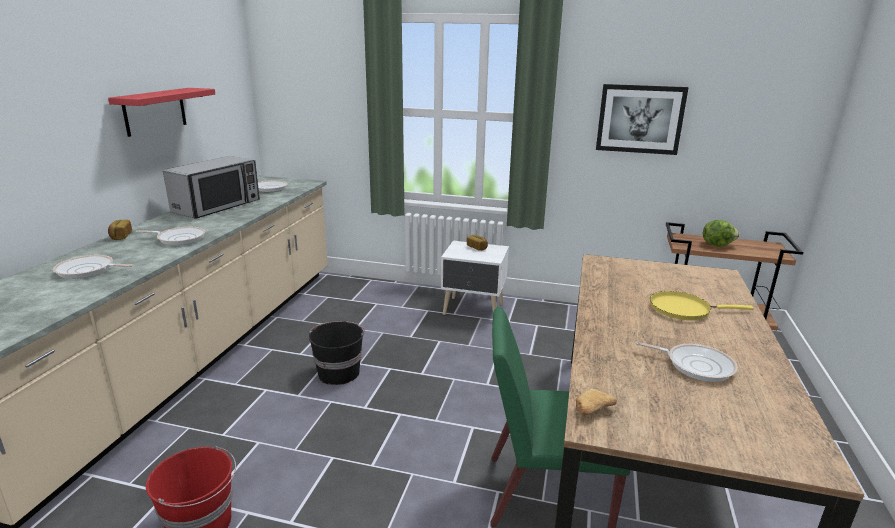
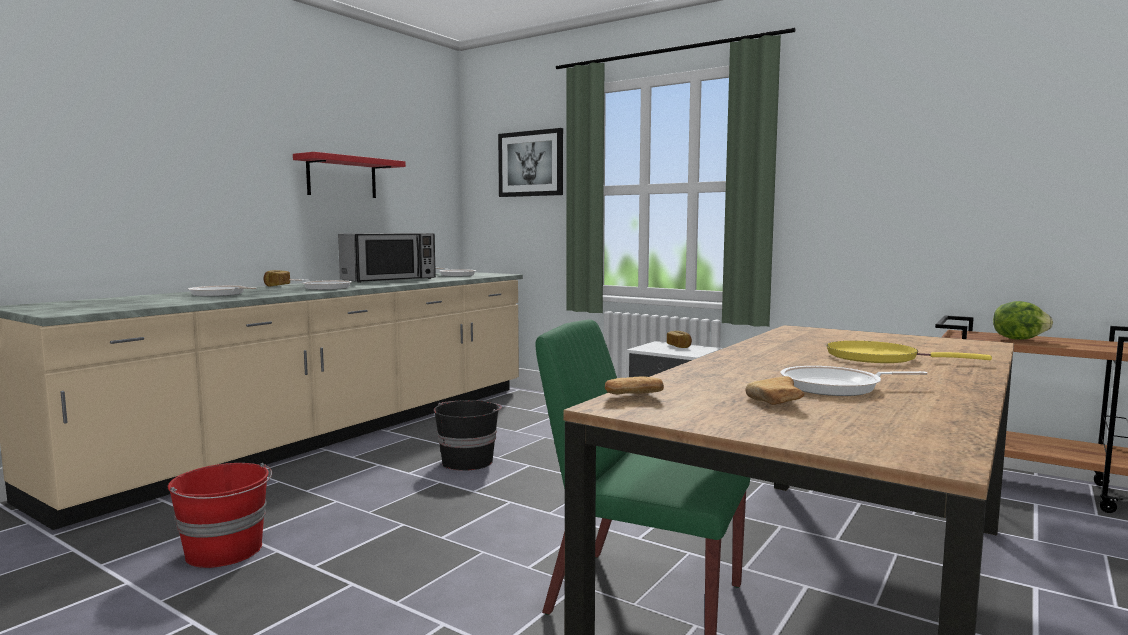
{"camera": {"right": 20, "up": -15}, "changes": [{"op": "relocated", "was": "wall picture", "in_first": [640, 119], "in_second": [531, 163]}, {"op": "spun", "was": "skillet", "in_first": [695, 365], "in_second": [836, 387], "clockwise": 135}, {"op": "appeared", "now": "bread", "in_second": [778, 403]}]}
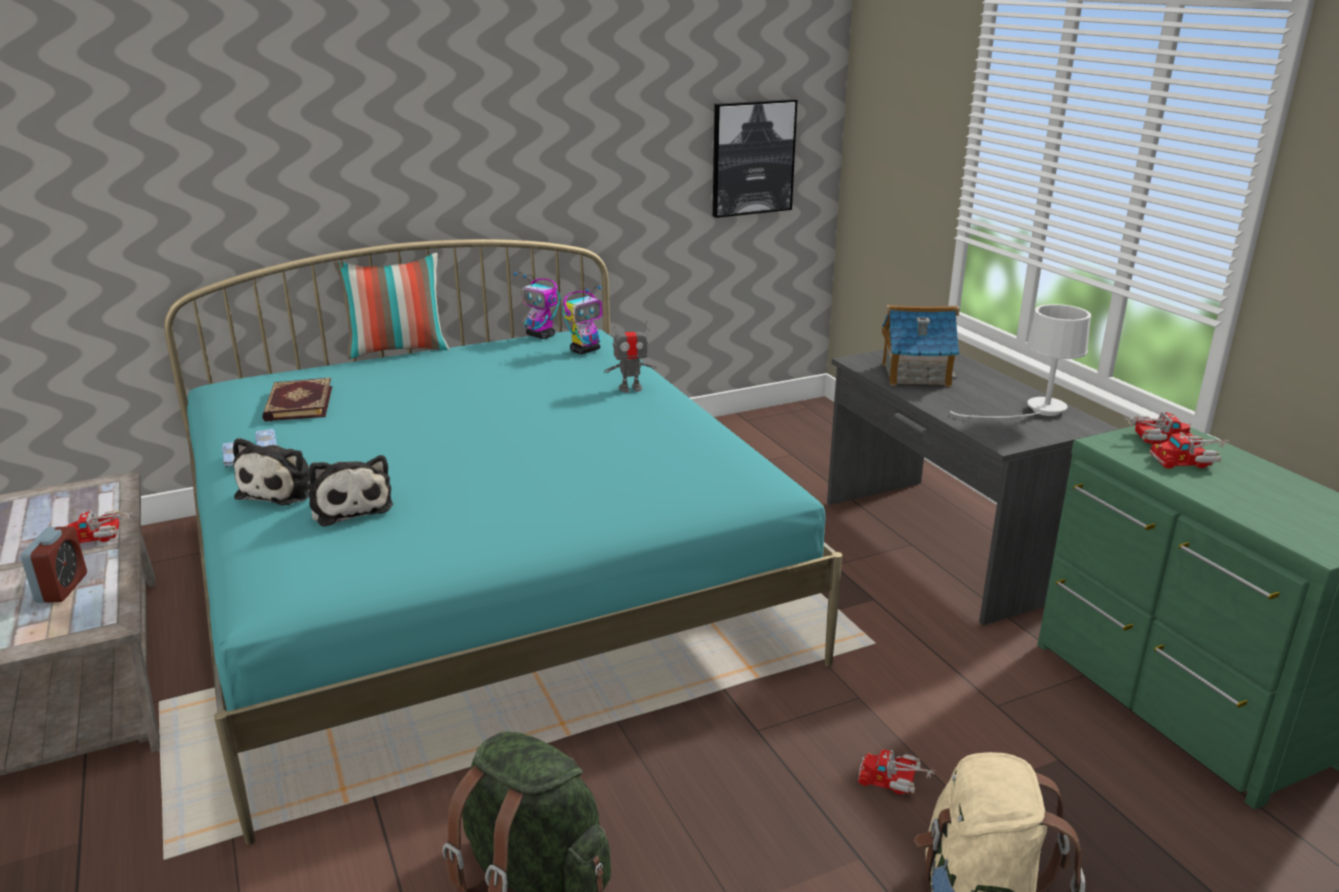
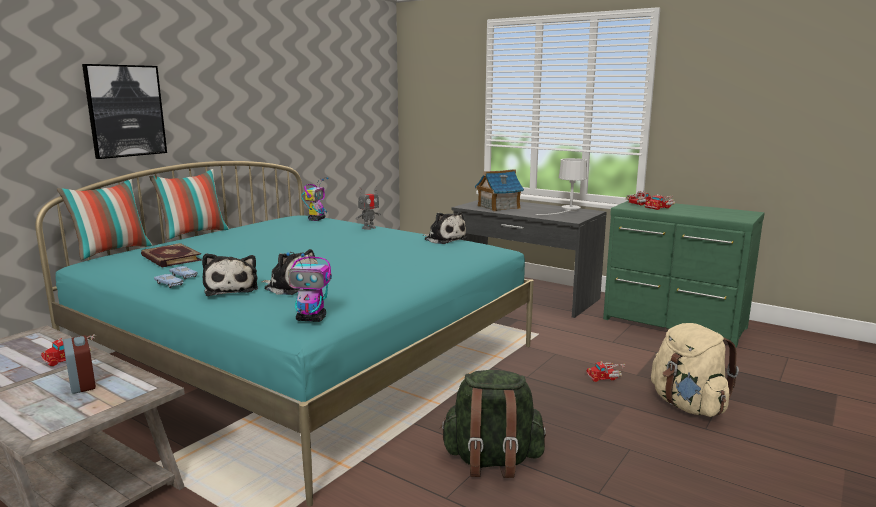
{"camera": {"right": -30, "up": -10}, "changes": [{"op": "relocated", "was": "wall picture", "in_first": [752, 158], "in_second": [125, 111]}, {"op": "relocated", "was": "robot figure", "in_first": [541, 336], "in_second": [312, 319]}, {"op": "appeared", "now": "cushion", "in_second": [112, 251]}, {"op": "appeared", "now": "cuddly toy", "in_second": [444, 239]}]}
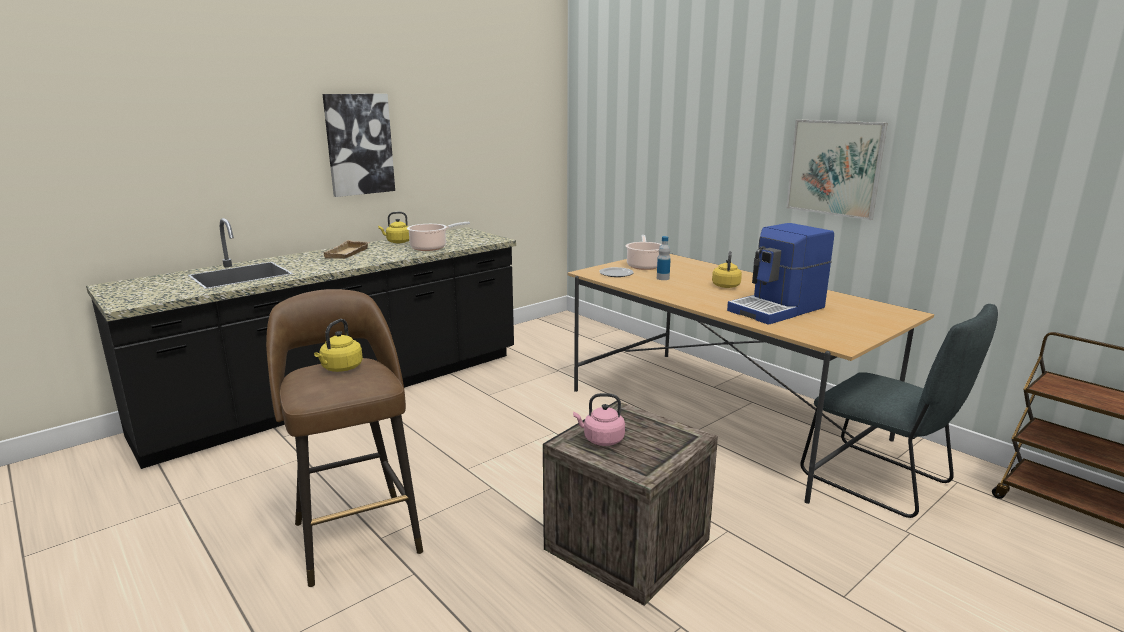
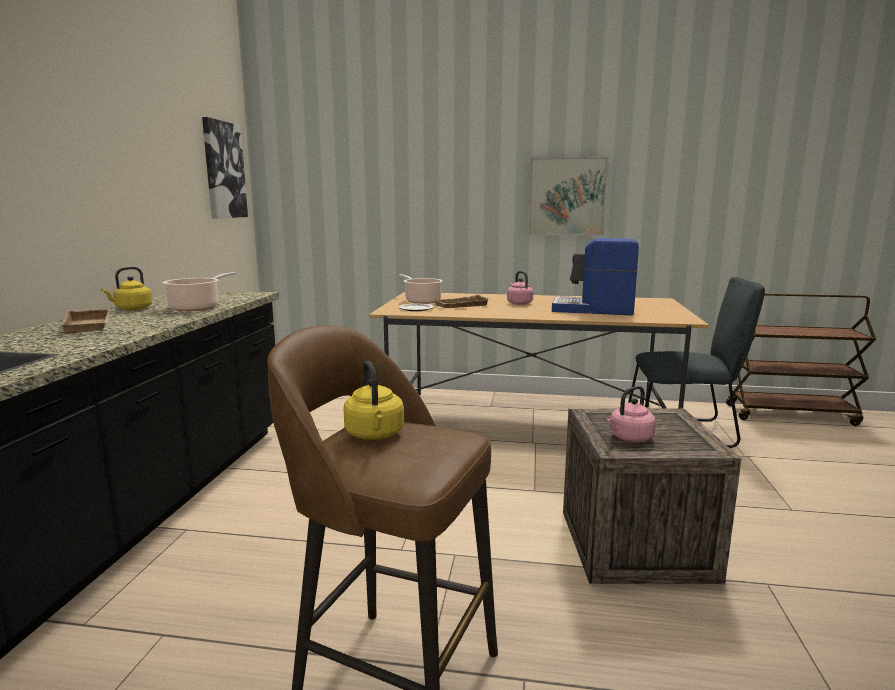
{"camera": {"right": -40, "up": -5}, "changes": [{"op": "relocated", "was": "wall picture", "in_first": [359, 144], "in_second": [223, 170]}, {"op": "spun", "was": "coffee machine", "in_first": [778, 309], "in_second": [593, 310], "clockwise": 90}, {"op": "exchanged", "was": "drink bottle", "now": "carrying tray/beige", "in_first": [663, 278], "in_second": [461, 306]}, {"op": "colour", "was": "kettle/yellow-coloured", "now": "kettle/pink", "in_first": [726, 285], "in_second": [519, 303]}]}
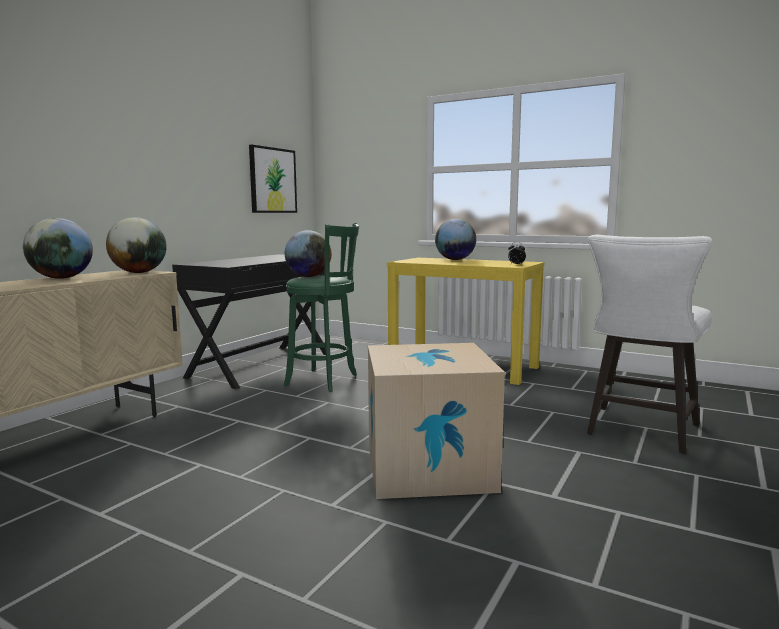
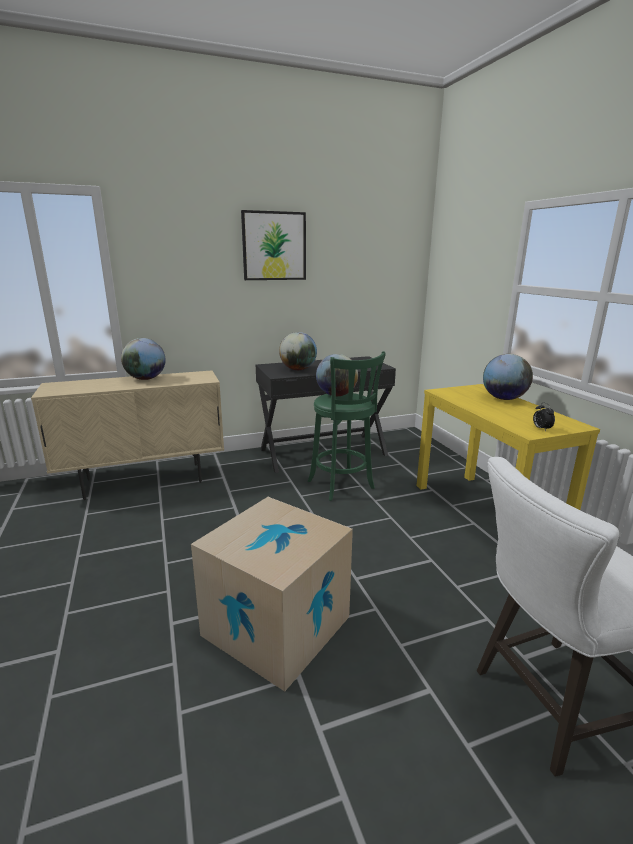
{"camera": {"right": 40, "up": 10}, "changes": [{"op": "relocated", "was": "wall picture", "in_first": [272, 180], "in_second": [274, 246]}, {"op": "relocated", "was": "world globe", "in_first": [139, 272], "in_second": [298, 369]}]}
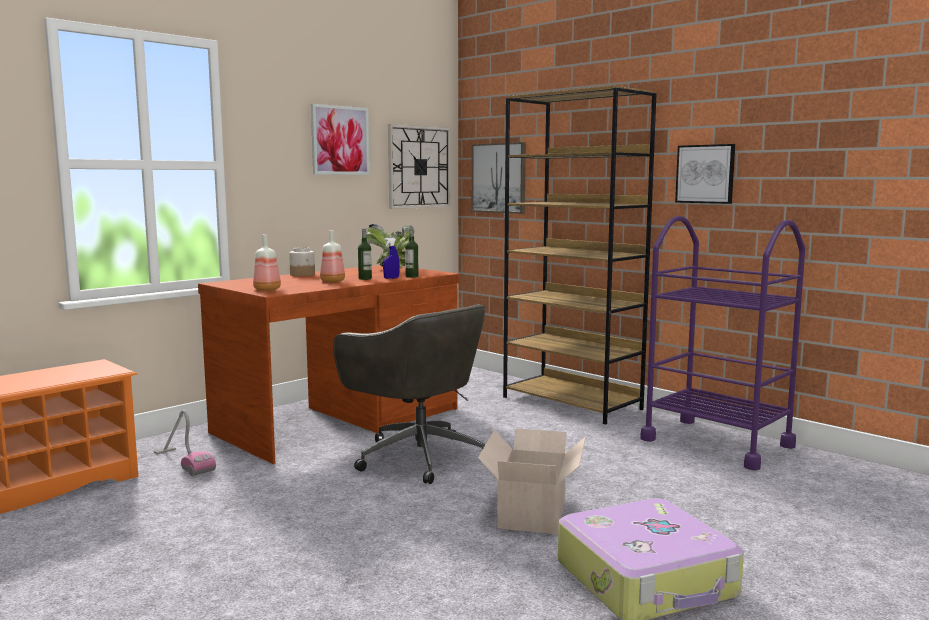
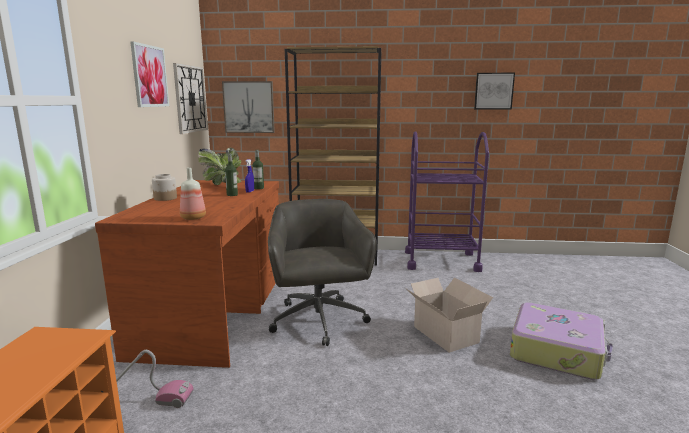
{"camera": {"right": -40, "up": 5}, "changes": [{"op": "relocated", "was": "wall picture", "in_first": [705, 174], "in_second": [493, 91]}, {"op": "missing", "was": "drink bottle", "in_first": [332, 281]}, {"op": "spun", "was": "office chair/greyish", "in_first": [417, 456], "in_second": [319, 322], "clockwise": -105}]}
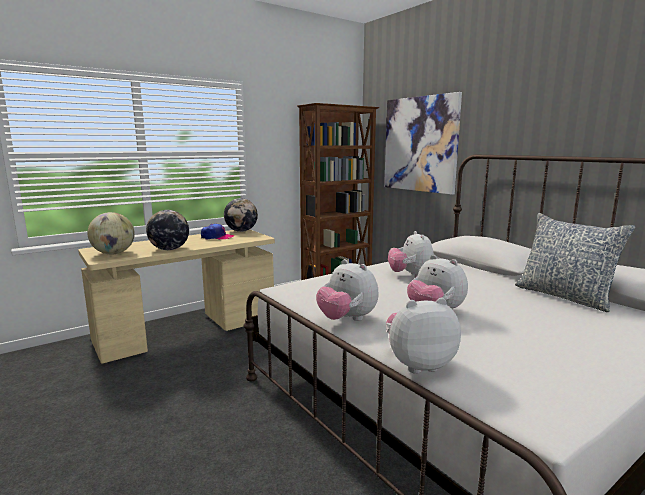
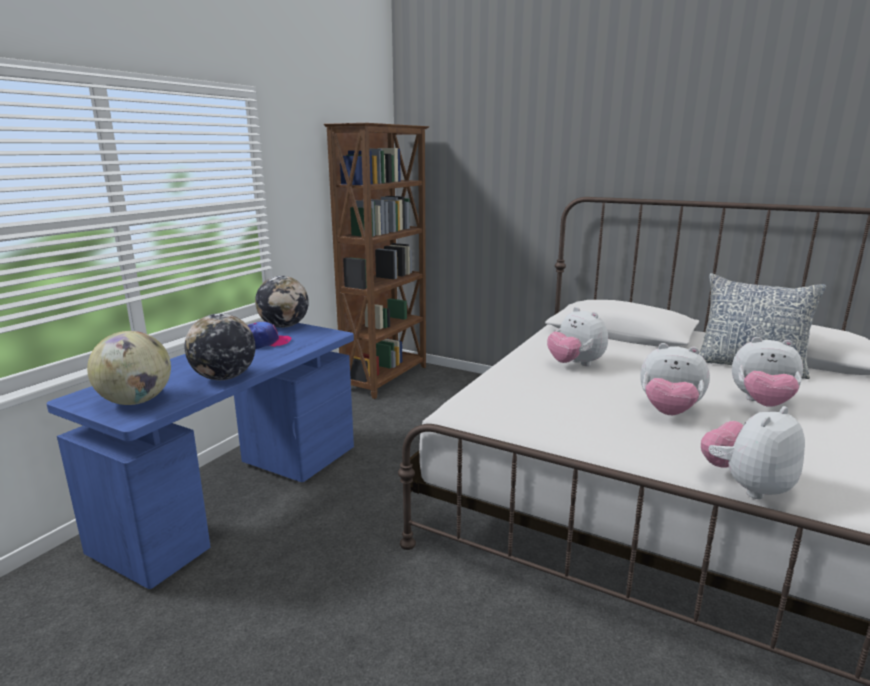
{"camera": {"right": -25, "up": 5}, "changes": [{"op": "missing", "was": "wall picture", "in_first": [420, 144]}, {"op": "colour", "was": "desk/beige", "now": "desk/blue", "in_first": [188, 331], "in_second": [239, 496]}, {"op": "relocated", "was": "cuddly toy", "in_first": [347, 319], "in_second": [761, 403]}]}
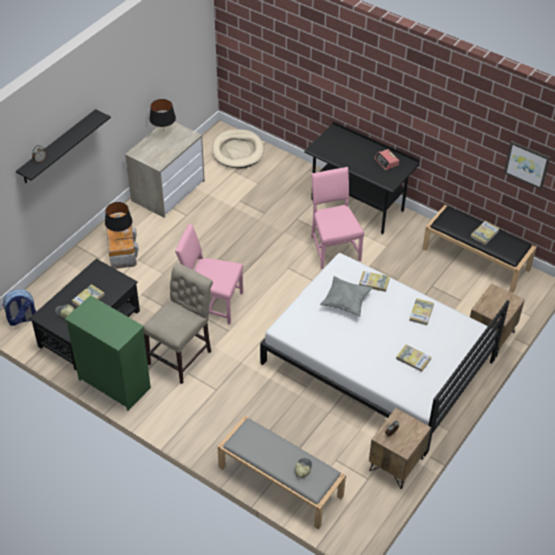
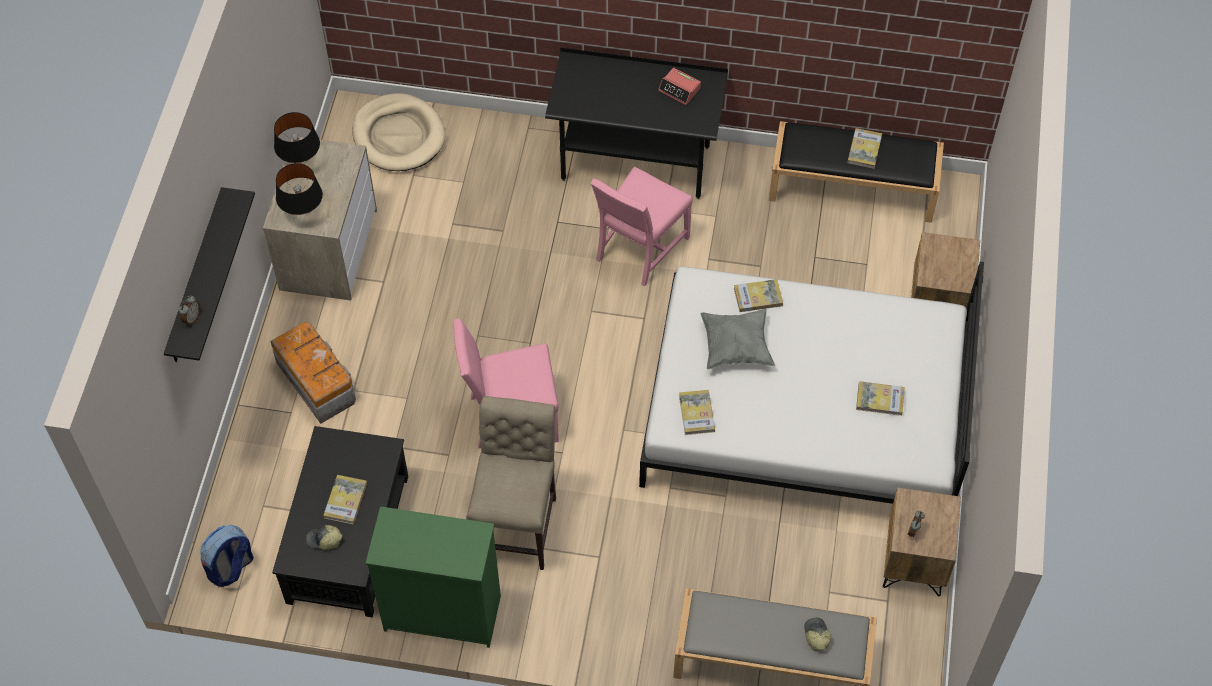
{"camera": {"right": -25, "up": 10}, "changes": [{"op": "missing", "was": "wall picture", "in_first": [527, 164]}, {"op": "spun", "was": "plain chair/pink", "in_first": [333, 247], "in_second": [639, 249], "clockwise": -105}, {"op": "relocated", "was": "lamp for a table/black", "in_first": [120, 234], "in_second": [303, 214]}, {"op": "relocated", "was": "book", "in_first": [421, 313], "in_second": [696, 413]}]}
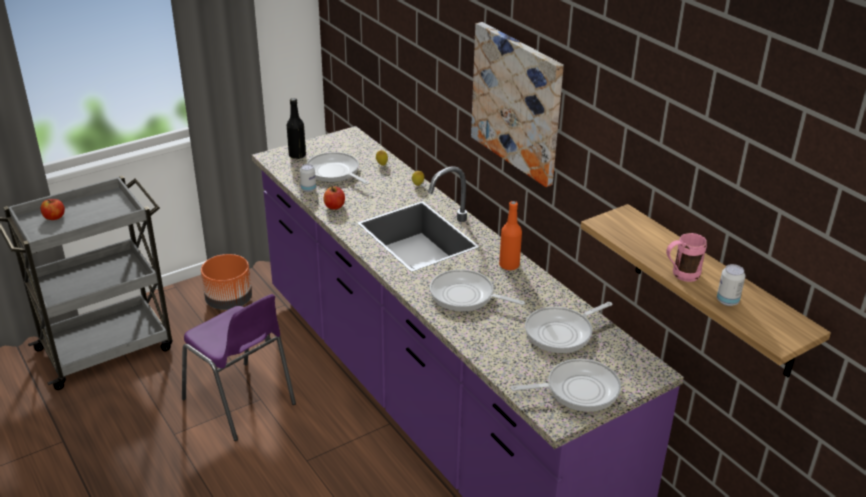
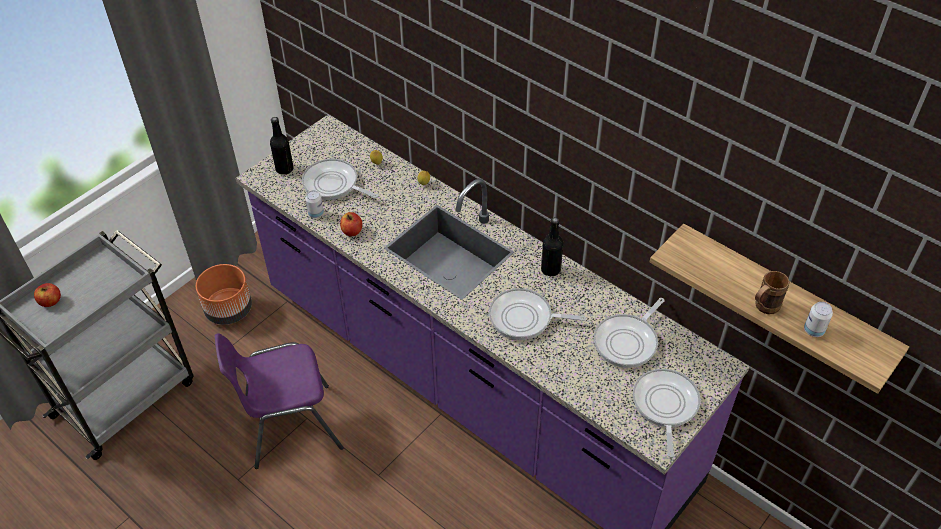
{"camera": {"right": -15, "up": 15}, "changes": [{"op": "missing", "was": "wall picture", "in_first": [517, 102]}, {"op": "colour", "was": "drink bottle/orange", "now": "drink bottle/black", "in_first": [509, 265], "in_second": [550, 269]}, {"op": "colour", "was": "mug/pink", "now": "mug/brown-coloured", "in_first": [680, 275], "in_second": [763, 308]}, {"op": "spun", "was": "plain chair/purple", "in_first": [241, 403], "in_second": [290, 427], "clockwise": 135}, {"op": "spun", "was": "skillet", "in_first": [577, 390], "in_second": [665, 405], "clockwise": -60}]}
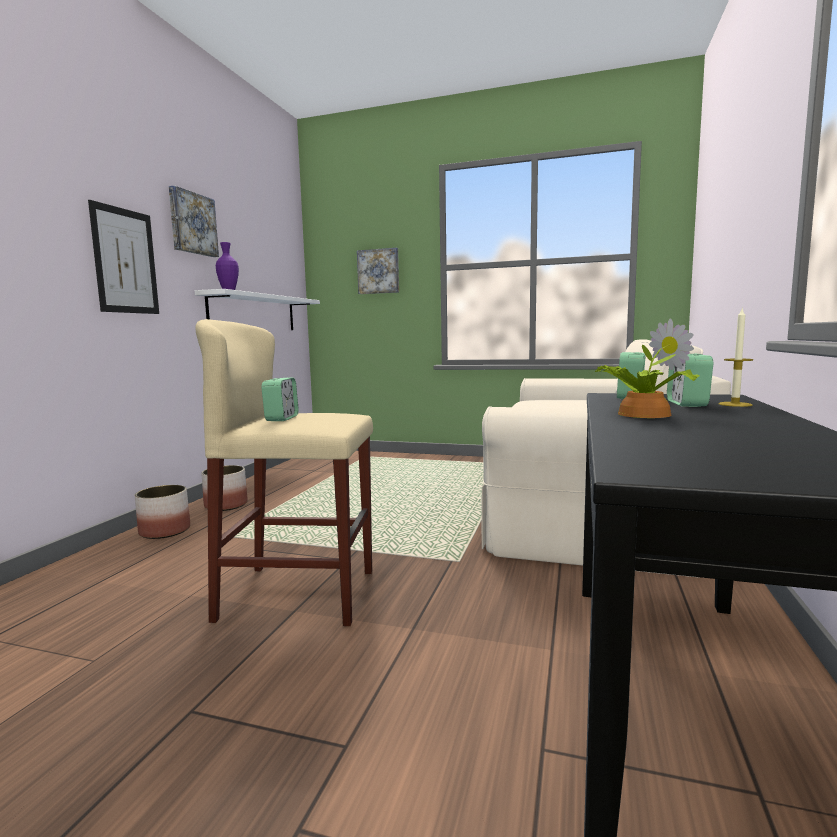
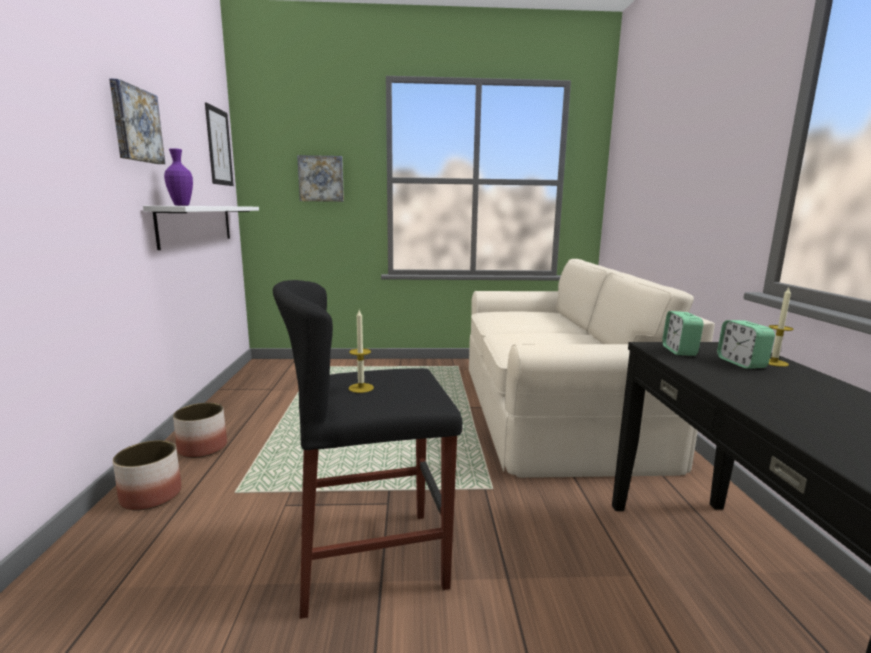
{"camera": {"right": -20, "up": 5}, "changes": [{"op": "relocated", "was": "wall picture", "in_first": [125, 261], "in_second": [219, 147]}, {"op": "missing", "was": "potted plant", "in_first": [640, 414]}, {"op": "colour", "was": "stool/beige", "now": "stool/black", "in_first": [299, 594], "in_second": [370, 558]}, {"op": "exchanged", "was": "bedside clock", "now": "wax candle", "in_first": [281, 418], "in_second": [361, 388]}]}
